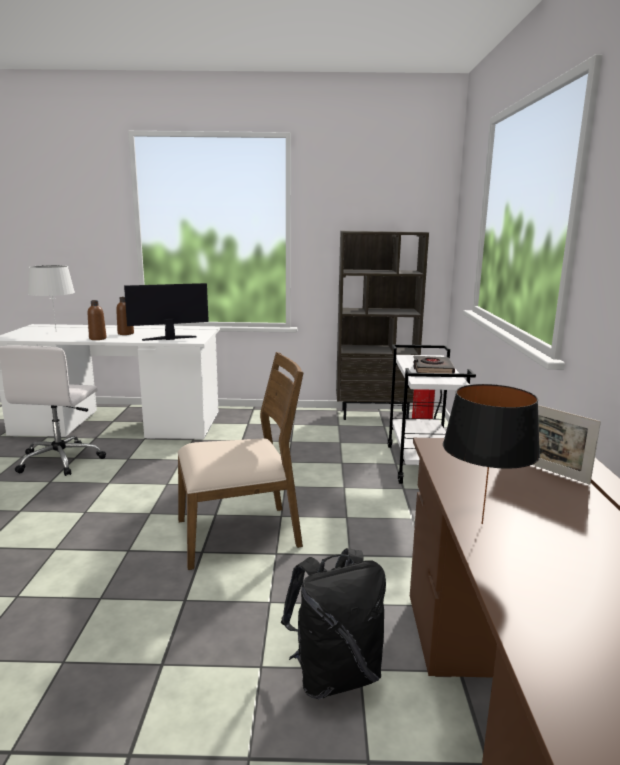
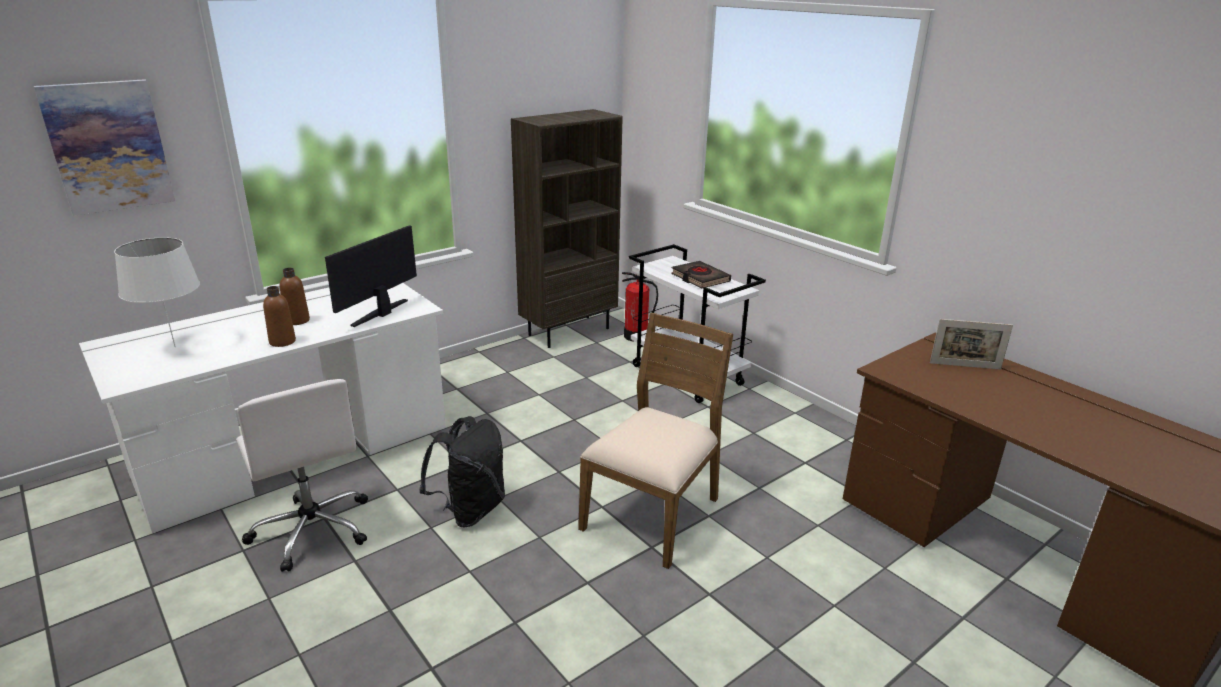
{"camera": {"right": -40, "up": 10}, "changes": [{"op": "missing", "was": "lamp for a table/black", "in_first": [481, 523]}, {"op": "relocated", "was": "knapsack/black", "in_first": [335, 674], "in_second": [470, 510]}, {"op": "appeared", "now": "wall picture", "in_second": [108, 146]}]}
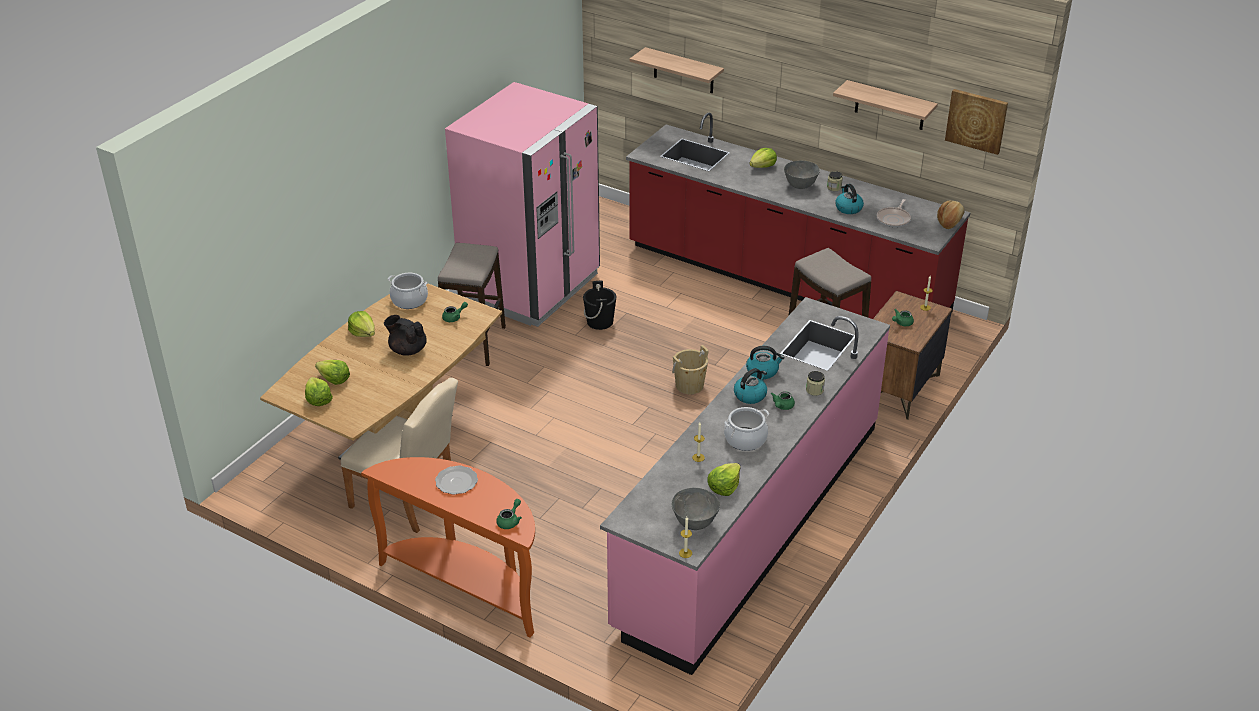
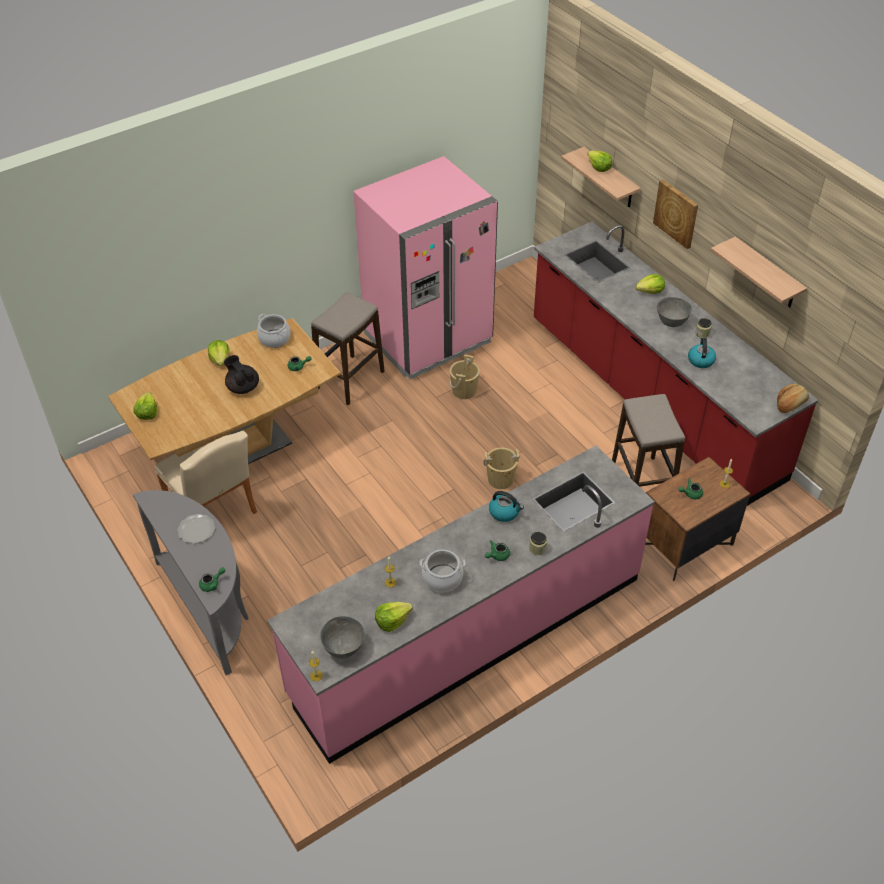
{"camera": {"right": 25, "up": 10}, "changes": [{"op": "relocated", "was": "wall picture", "in_first": [976, 120], "in_second": [676, 213]}, {"op": "missing", "was": "skillet", "in_first": [894, 219]}, {"op": "colour", "was": "water bucket/black", "now": "water bucket/beige", "in_first": [600, 322], "in_second": [464, 391]}, {"op": "relocated", "was": "lettuce head", "in_first": [334, 379], "in_second": [598, 167]}, {"op": "missing", "was": "kettle", "in_first": [750, 395]}, {"op": "colour", "was": "hall table/orange", "now": "hall table/greyish", "in_first": [468, 584], "in_second": [210, 607]}]}
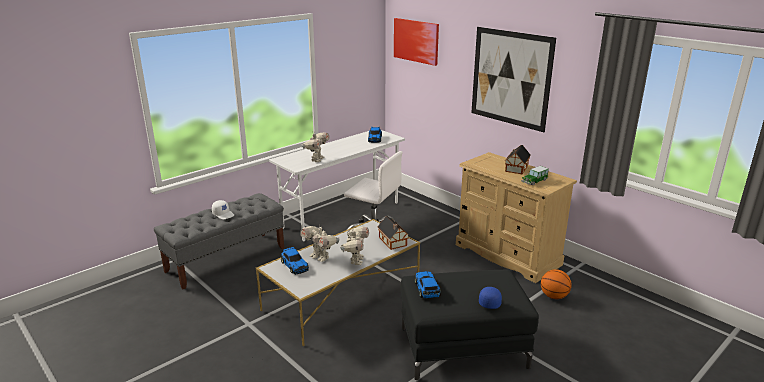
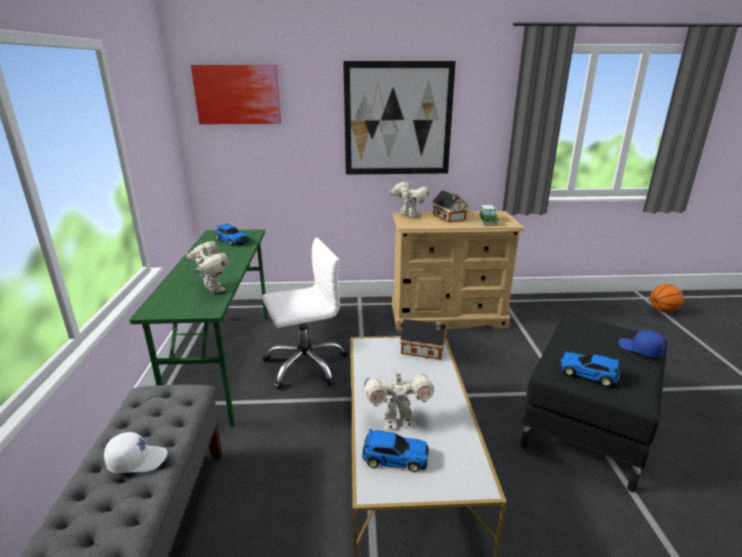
{"camera": {"right": -50, "up": 0}, "changes": [{"op": "colour", "was": "desk/whitish", "now": "desk/green-coloured", "in_first": [342, 214], "in_second": [226, 363]}, {"op": "relocated", "was": "robot figure", "in_first": [355, 260], "in_second": [408, 216]}, {"op": "relocated", "was": "ball for basketball", "in_first": [554, 296], "in_second": [662, 310]}]}
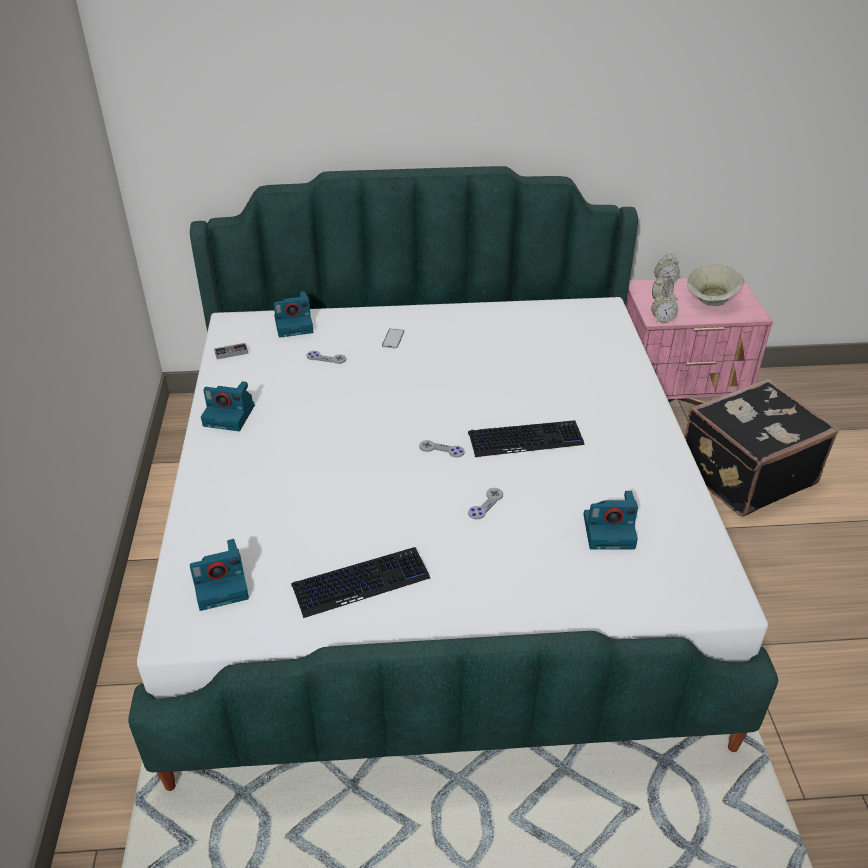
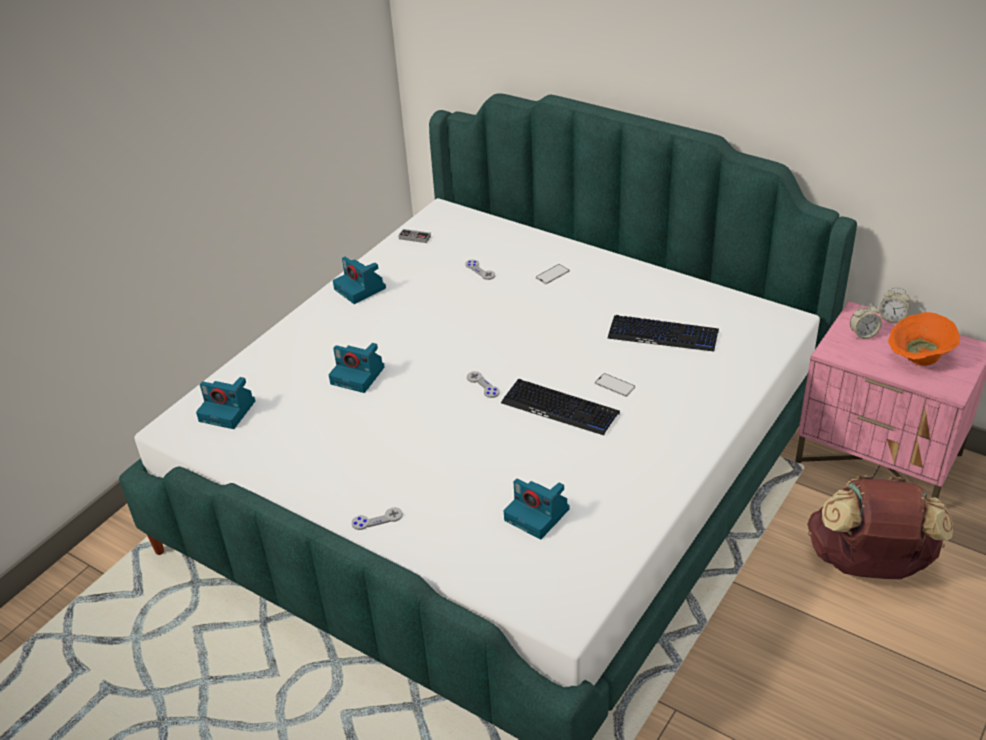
{"camera": {"right": 40, "up": 0}, "changes": [{"op": "colour", "was": "serving bowl/beige", "now": "serving bowl/orange", "in_first": [711, 301], "in_second": [918, 358]}, {"op": "relocated", "was": "photo camera", "in_first": [294, 325], "in_second": [359, 375]}, {"op": "missing", "was": "bedside clock", "in_first": [662, 320]}, {"op": "exchanged", "was": "travel case/black", "now": "knapsack/brown-coloured", "in_first": [744, 473], "in_second": [868, 565]}, {"op": "relocated", "was": "joypad/greyish", "in_first": [485, 504], "in_second": [377, 519]}, {"op": "relocated", "was": "computer keyboard", "in_first": [361, 582], "in_second": [663, 335]}, {"op": "appeared", "now": "telephone", "in_second": [614, 385]}]}
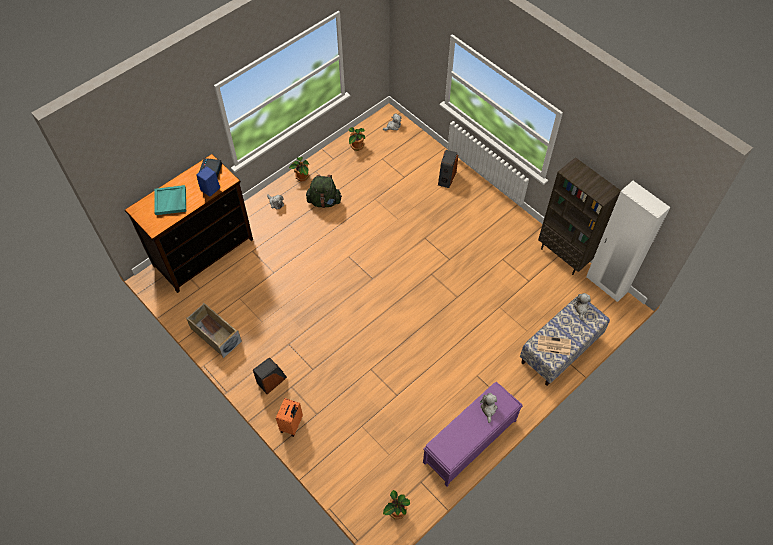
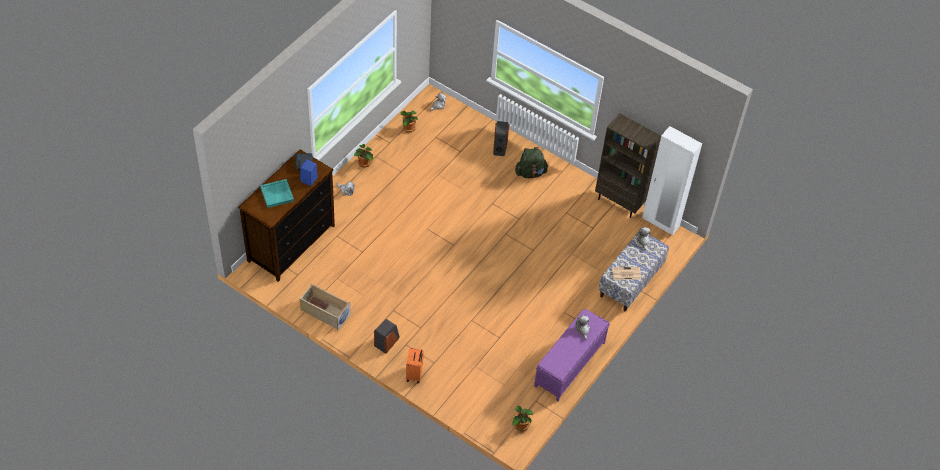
{"camera": {"right": -15, "up": -5}, "changes": [{"op": "relocated", "was": "knapsack/green-coloured", "in_first": [324, 201], "in_second": [530, 173]}]}
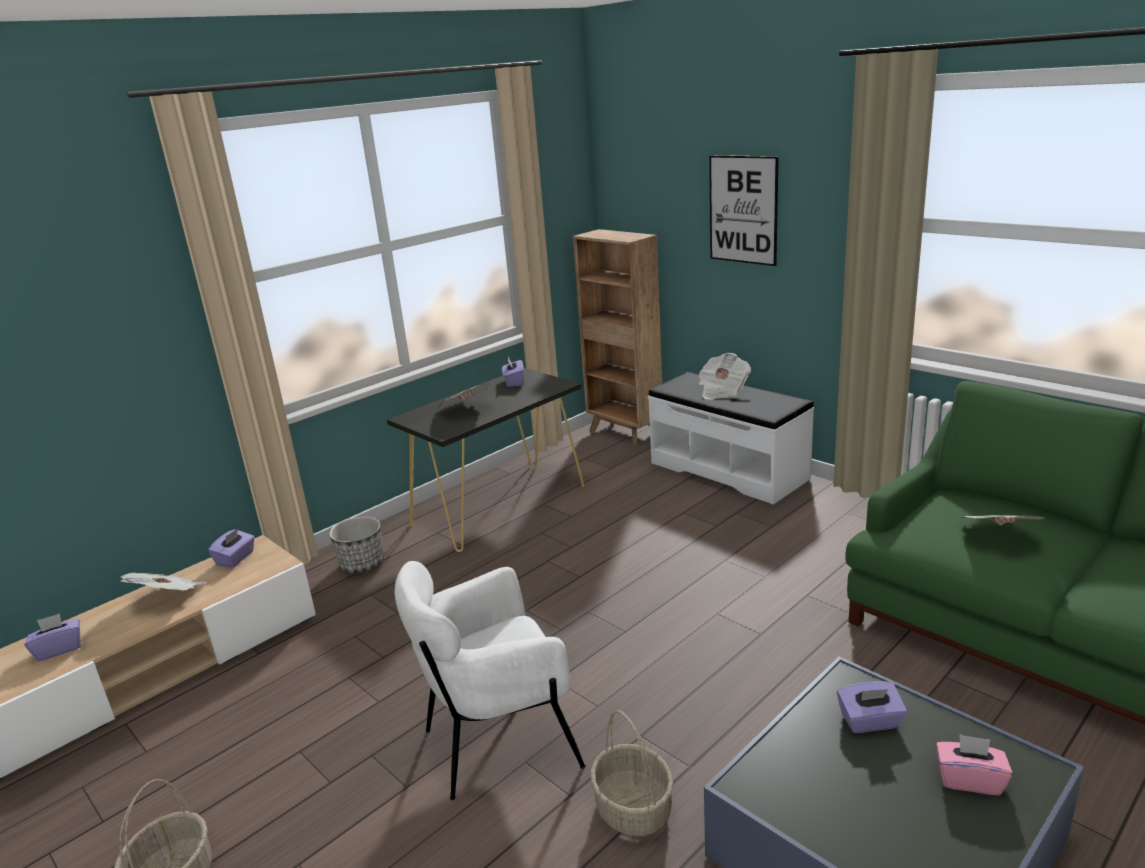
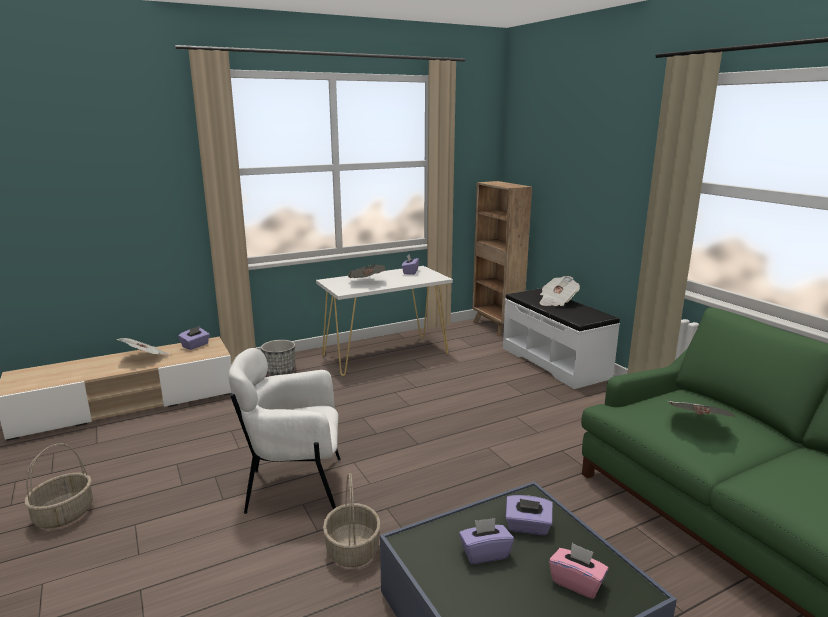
{"camera": {"right": 15, "up": -5}, "changes": [{"op": "missing", "was": "wall picture", "in_first": [743, 210]}, {"op": "colour", "was": "hall table/black", "now": "hall table/whitish", "in_first": [500, 505], "in_second": [386, 354]}, {"op": "relocated", "was": "tissue box/purple", "in_first": [59, 649], "in_second": [485, 553]}]}
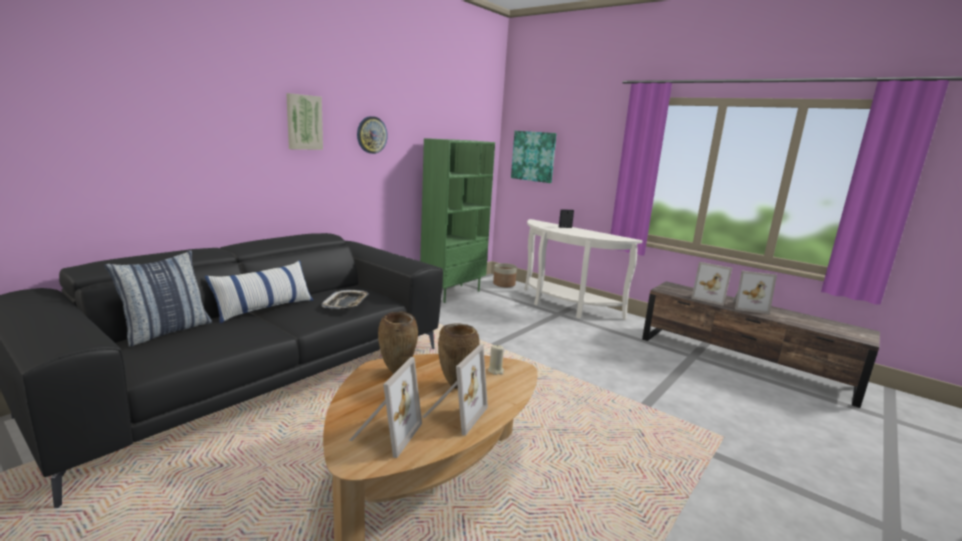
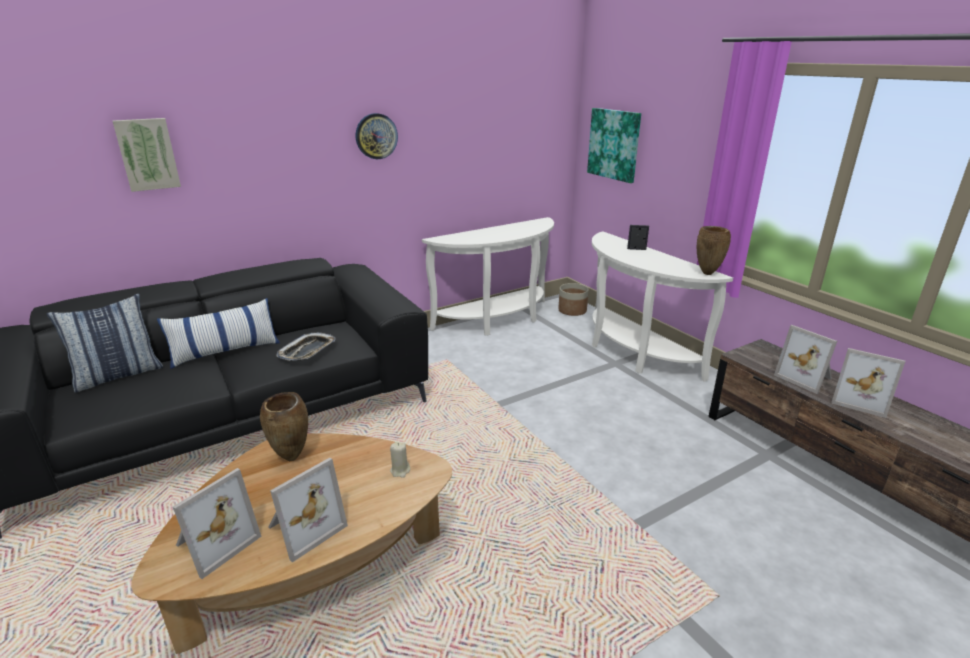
{"camera": {"right": 20, "up": 10}, "changes": [{"op": "relocated", "was": "wall picture", "in_first": [304, 122], "in_second": [147, 154]}, {"op": "exchanged", "was": "bookshelf/green-coloured", "now": "hall table/whitish", "in_first": [453, 293], "in_second": [498, 321]}, {"op": "relocated", "was": "vase/brown-coloured", "in_first": [456, 385], "in_second": [707, 273]}]}
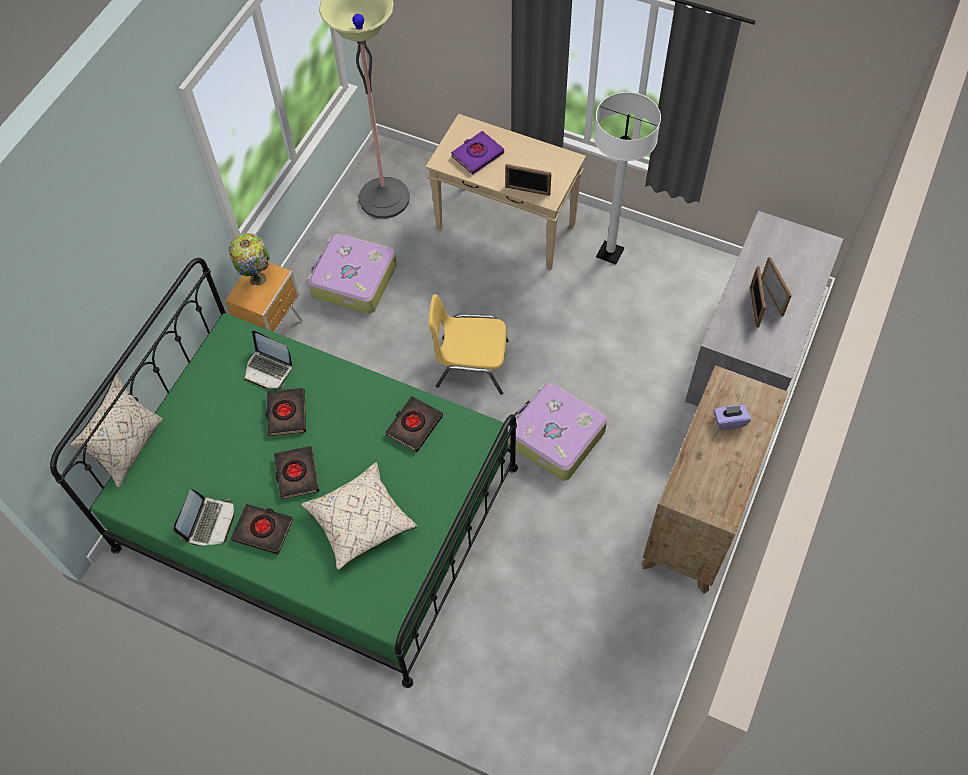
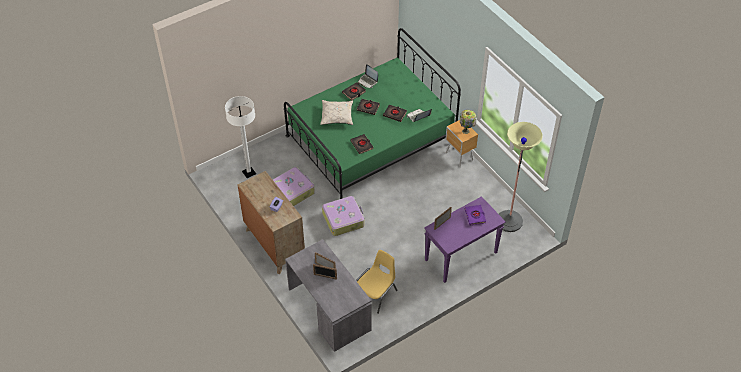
{"camera": {"right": 120, "up": -10}, "changes": [{"op": "relocated", "was": "floor lamp/whitish", "in_first": [610, 253], "in_second": [249, 173]}, {"op": "colour", "was": "hall table/beige", "now": "hall table/purple", "in_first": [507, 227], "in_second": [460, 257]}, {"op": "relocated", "was": "travel case", "in_first": [353, 281], "in_second": [292, 191]}, {"op": "relocated", "was": "plain chair/yellow-coloured", "in_first": [470, 364], "in_second": [375, 293]}, {"op": "missing", "was": "cushion/beige", "in_first": [129, 448]}]}
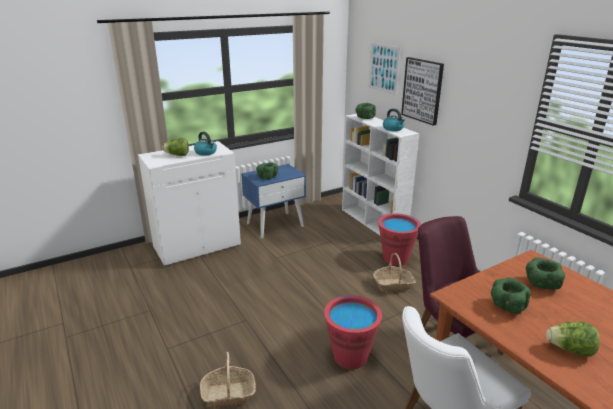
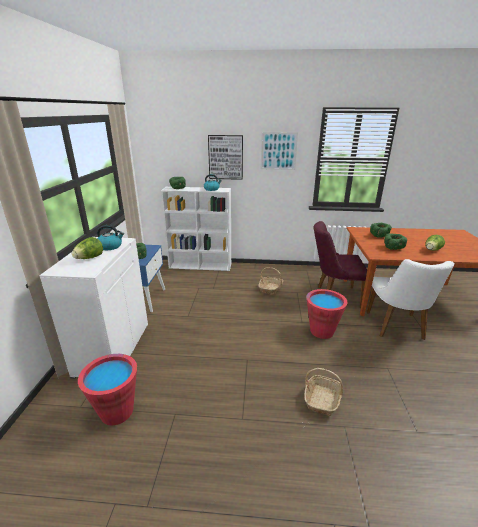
{"camera": {"right": -55, "up": 0}, "changes": [{"op": "relocated", "was": "wall picture", "in_first": [383, 68], "in_second": [278, 151]}, {"op": "relocated", "was": "water bucket/red", "in_first": [395, 258], "in_second": [117, 411]}]}
